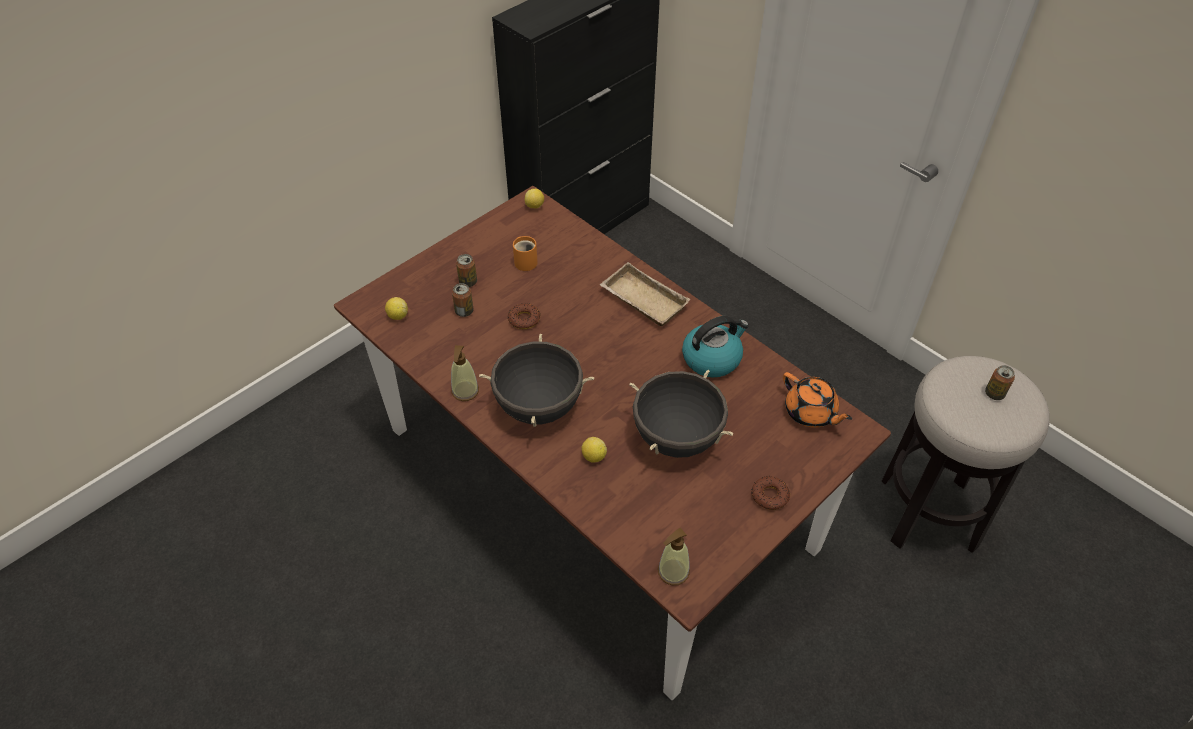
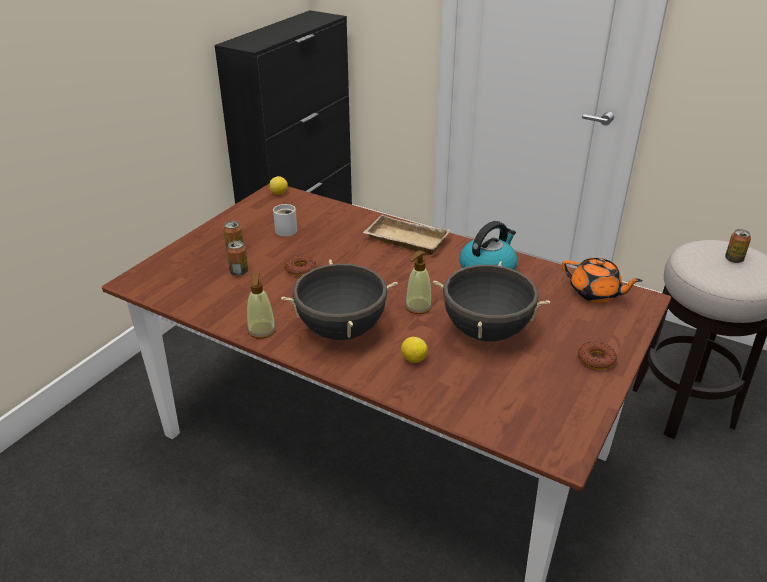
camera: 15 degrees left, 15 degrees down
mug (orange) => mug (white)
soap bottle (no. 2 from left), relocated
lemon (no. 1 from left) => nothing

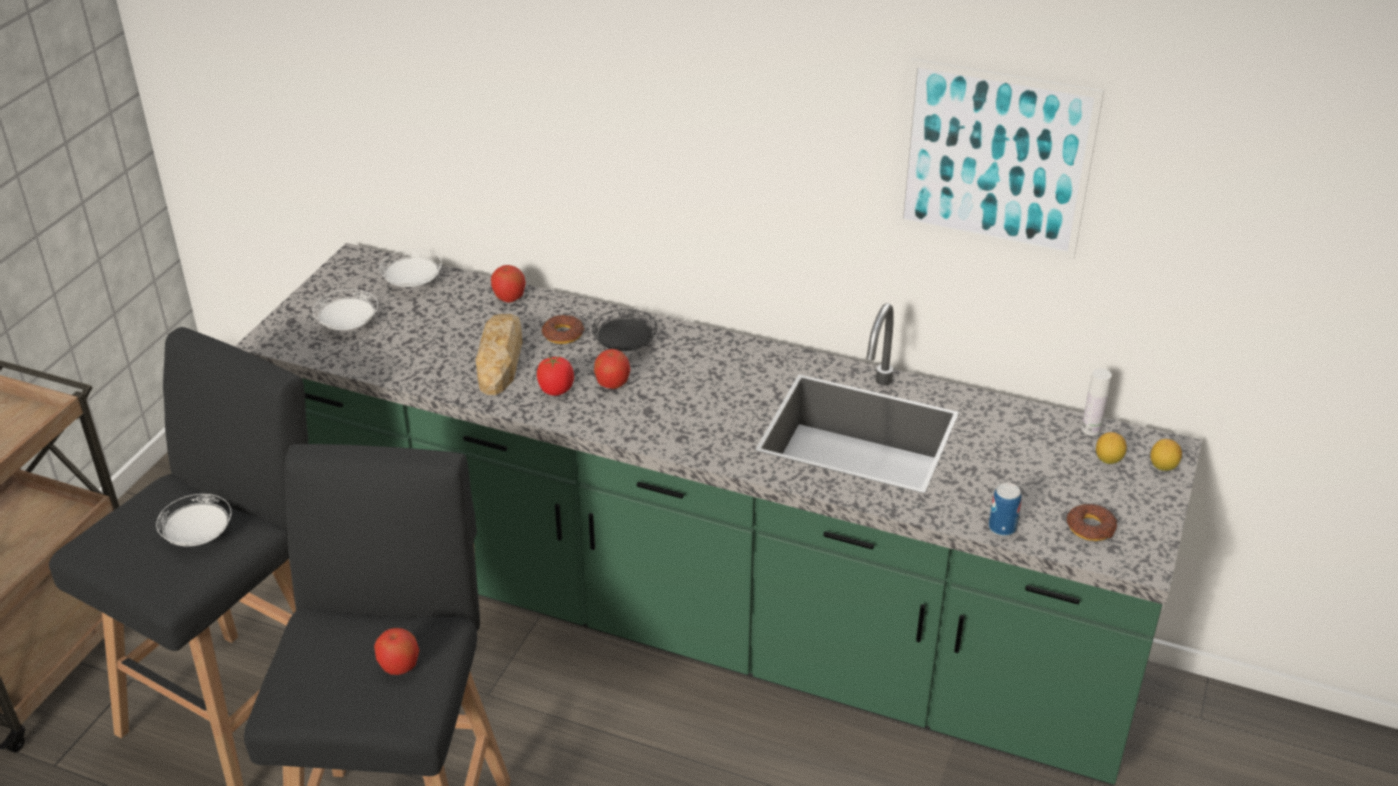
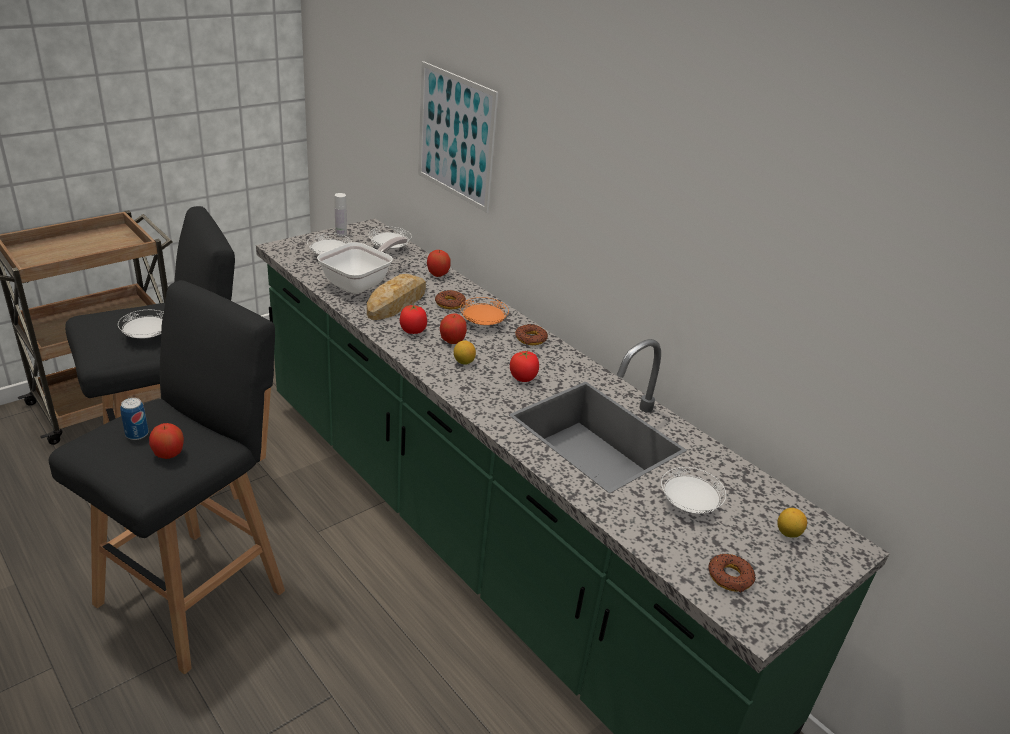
camera: 25 degrees right, 5 degrees down
metal can, relocated
nothing => skillet
drink bottle (white), relocated
picture, relocated
lemon (no. 2 from left in the first image) => lemon (no. 1 from left), relocated
plate (blackish) => plate (orange)
nothing => whole tomato (no. 2 from left)
nothing => doughnut (no. 2 from left)
nothing => plate (white) (no. 4 from left)

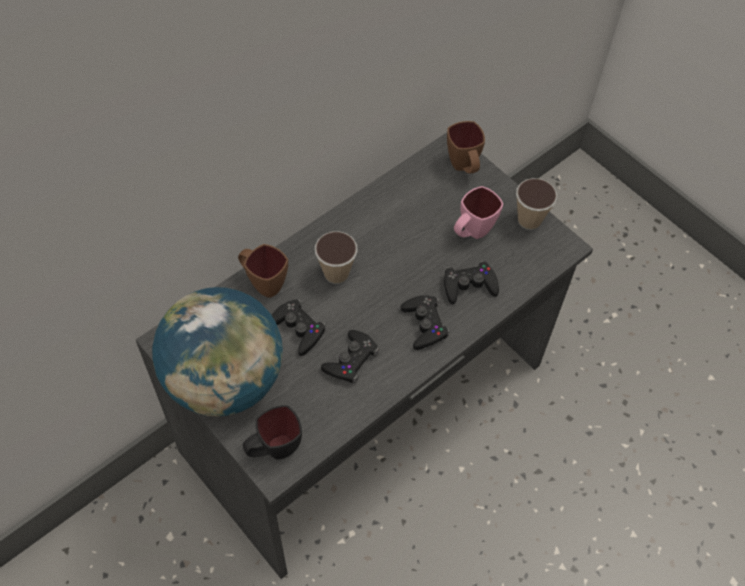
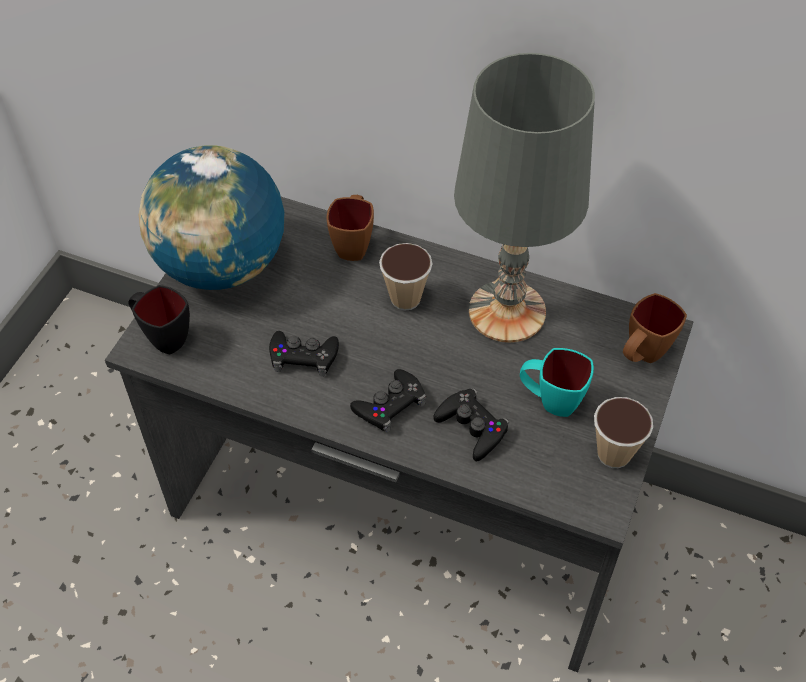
camera: 65 degrees right, 5 degrees down
nothing => table lamp (greyish)
mug (pinkish) => mug (blue-green)
joypad (blackish) (no. 1 from left) => nothing

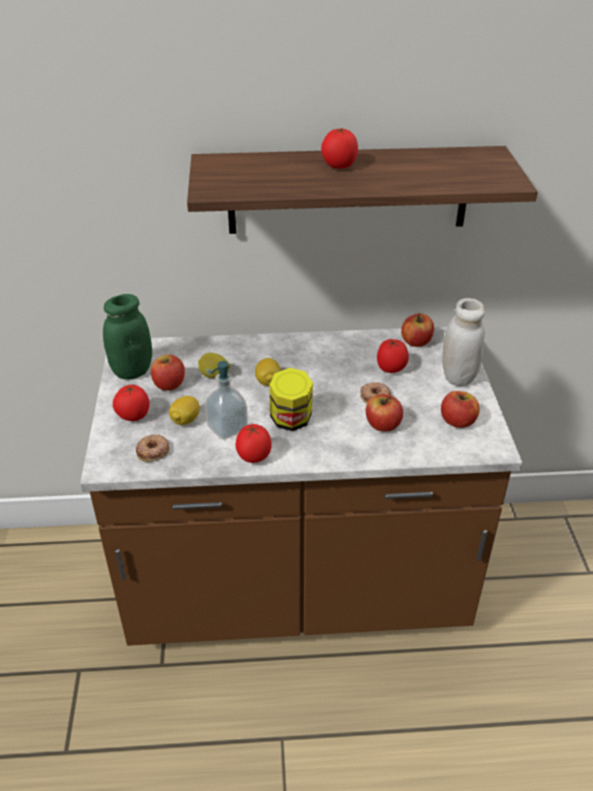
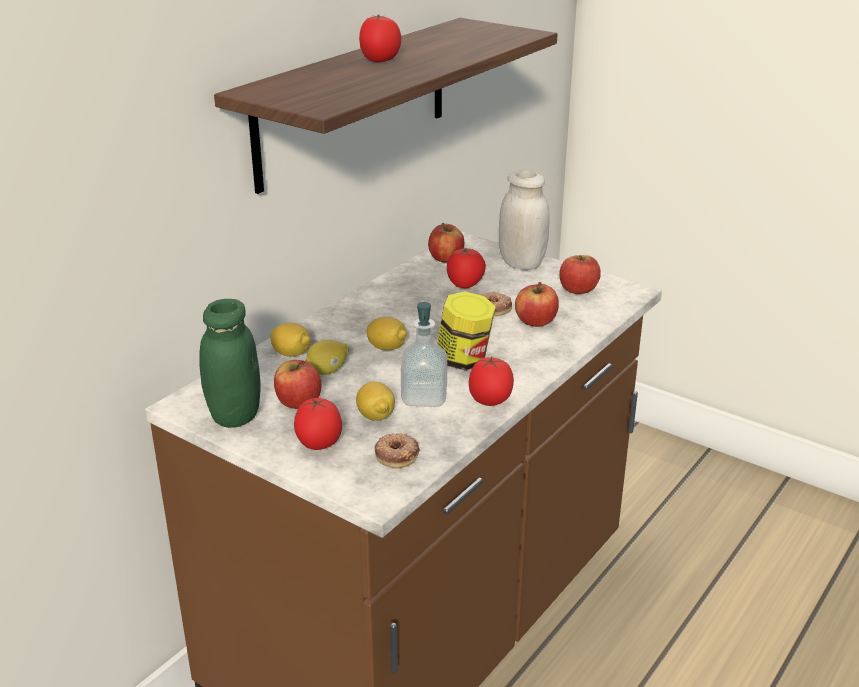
camera: 50 degrees left, 10 degrees down
nothing => lemon (no. 1 from left)

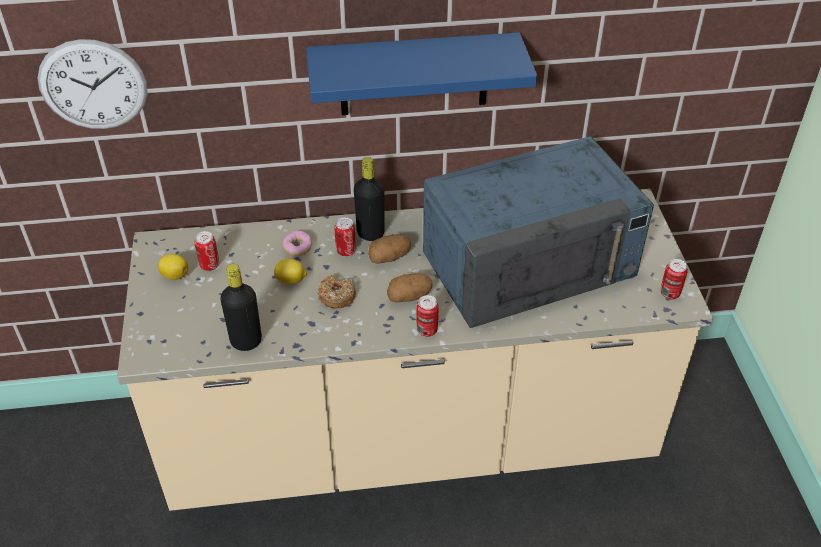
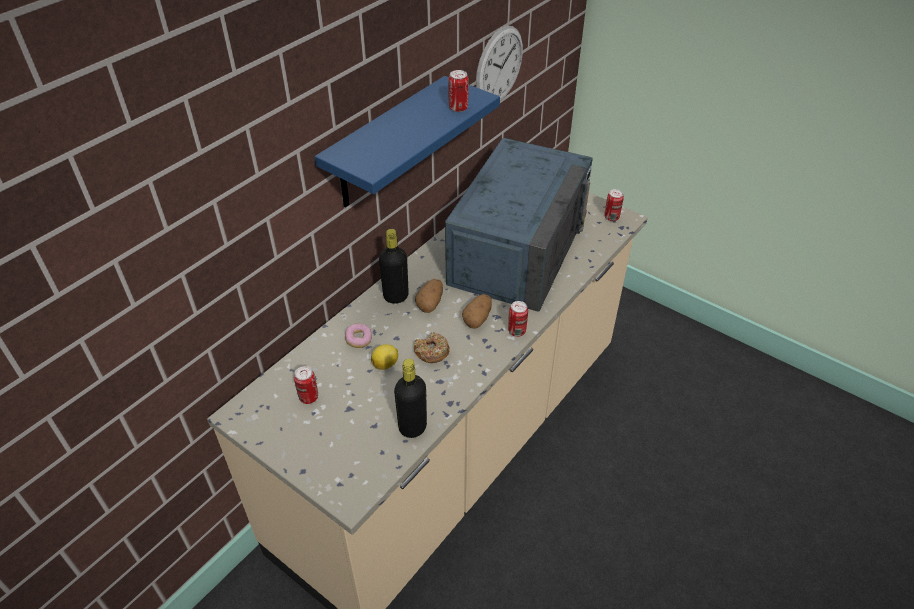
camera: 45 degrees left, 0 degrees up
metal can (no. 2 from left), relocated
wall clock, relocated
lemon (no. 1 from left) => nothing

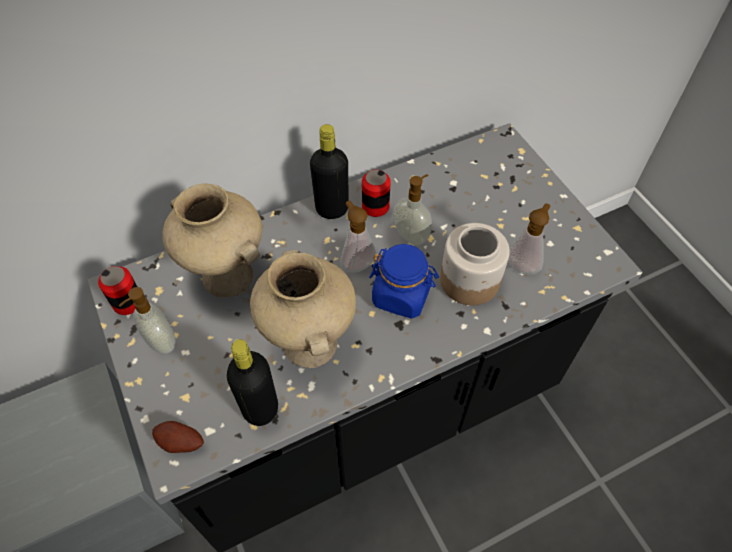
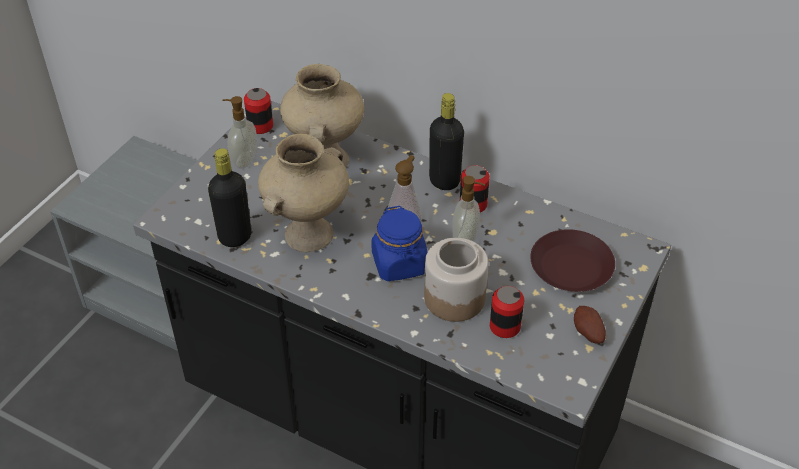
camera: 55 degrees right, 10 degrees down
soap bottle (no. 4 from left) => metal can (no. 3 from left)
nothing => plate (brownish)
spud, relocated

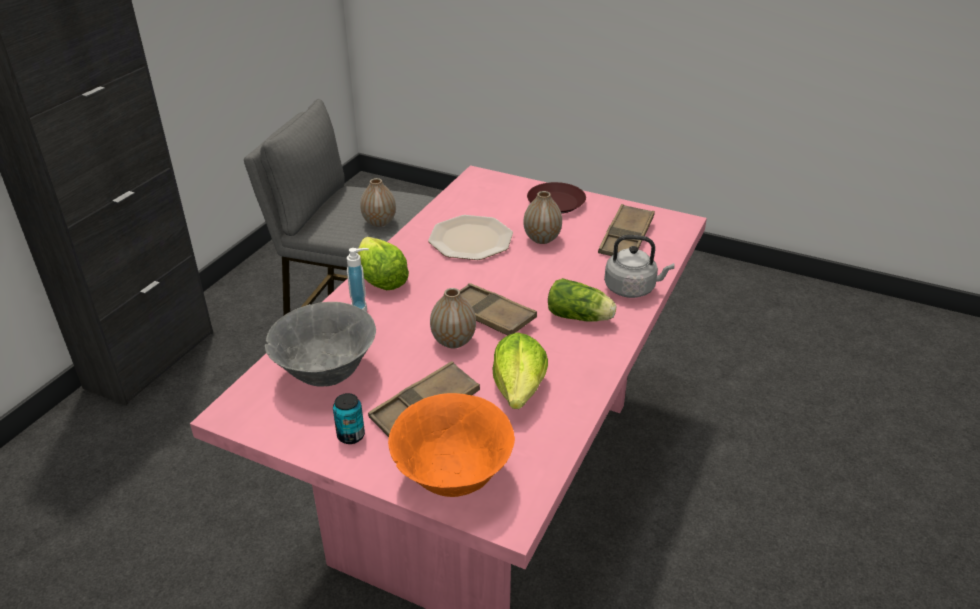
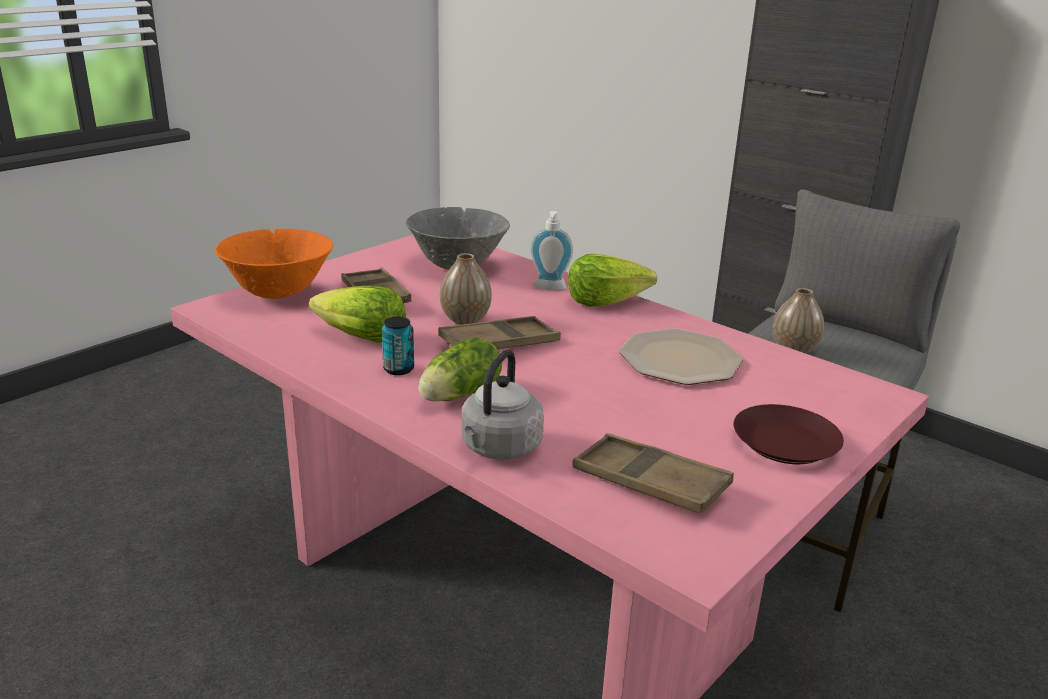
camera: 105 degrees right, 10 degrees down
metal can, relocated
decorative vase (no. 3 from left) => nothing

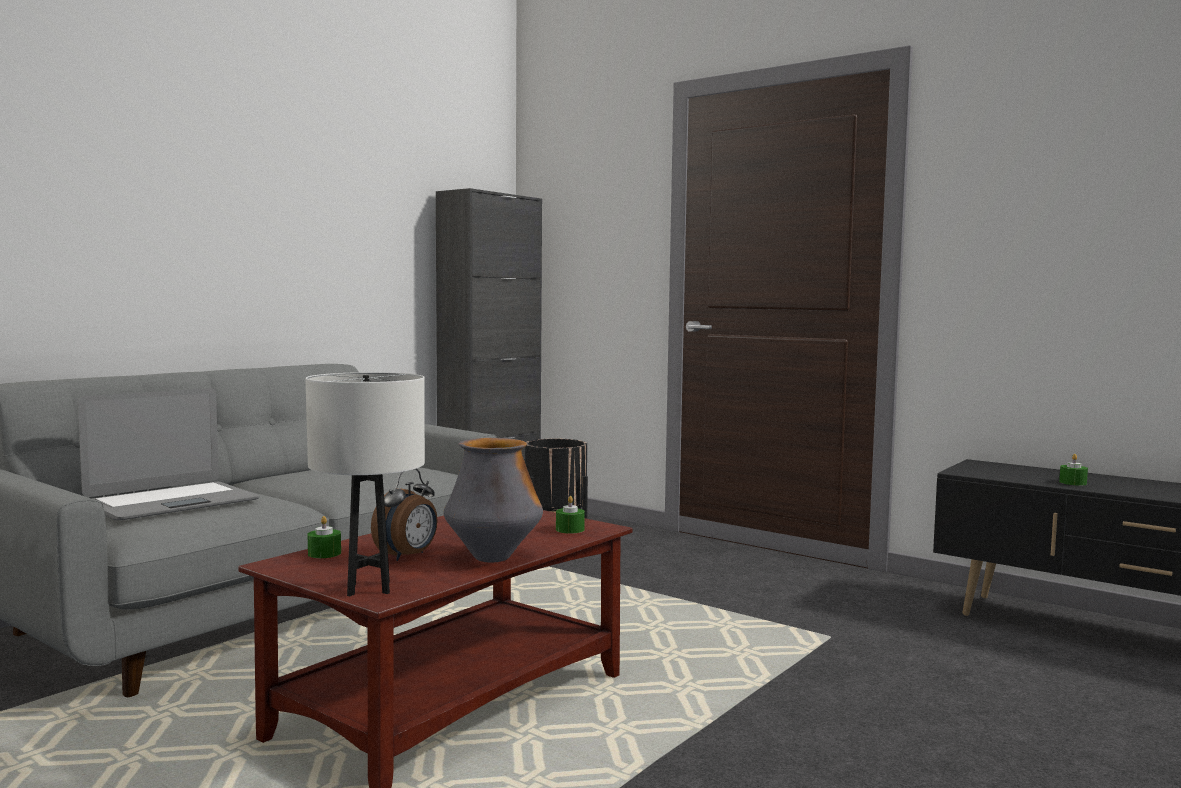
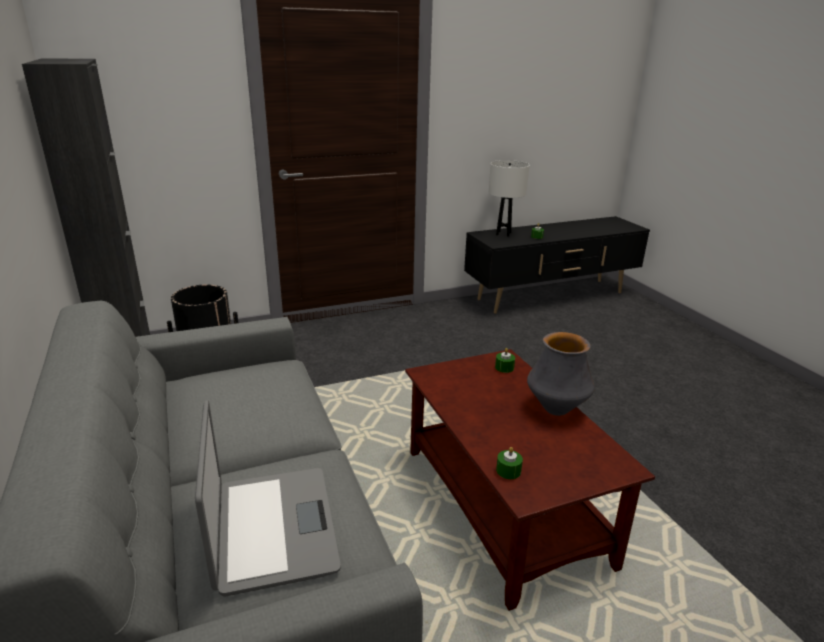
camera: 60 degrees left, 20 degrees up
table lamp (white), relocated
bedside clock => nothing

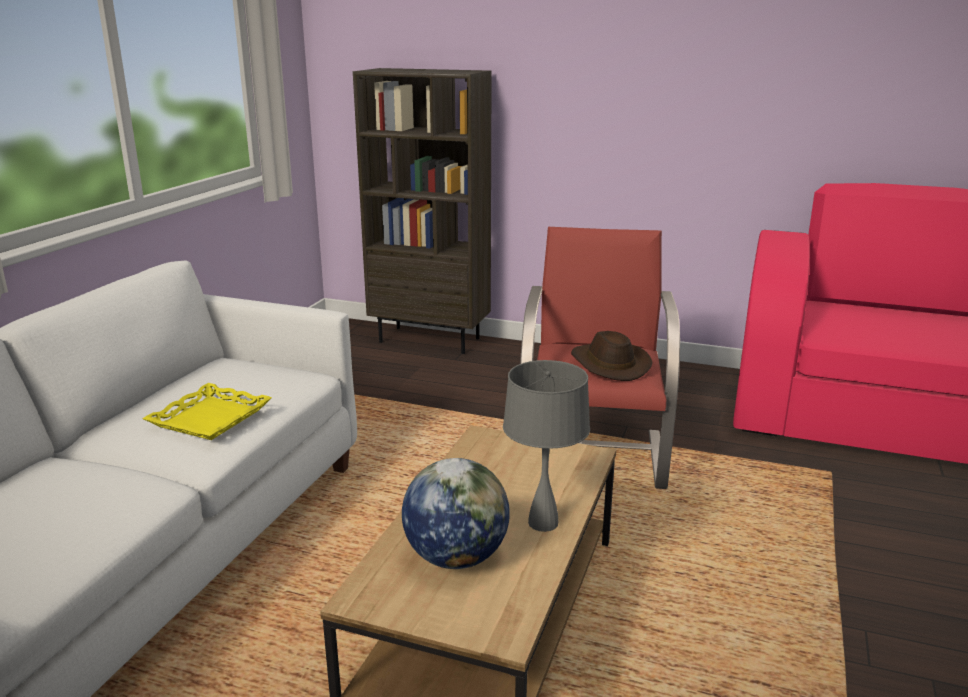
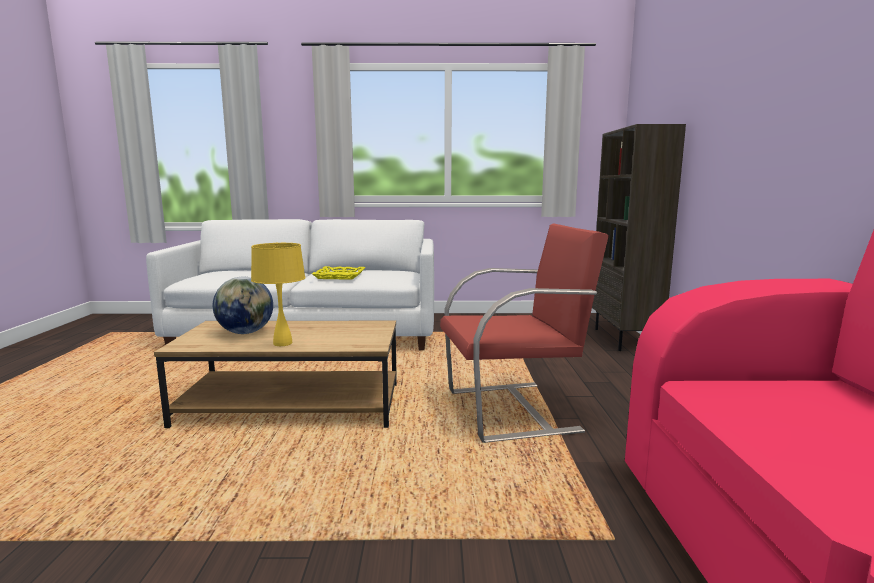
camera: 70 degrees right, 10 degrees down
table lamp (greyish) => table lamp (yellowish)
clothing hat (brownish) => nothing

